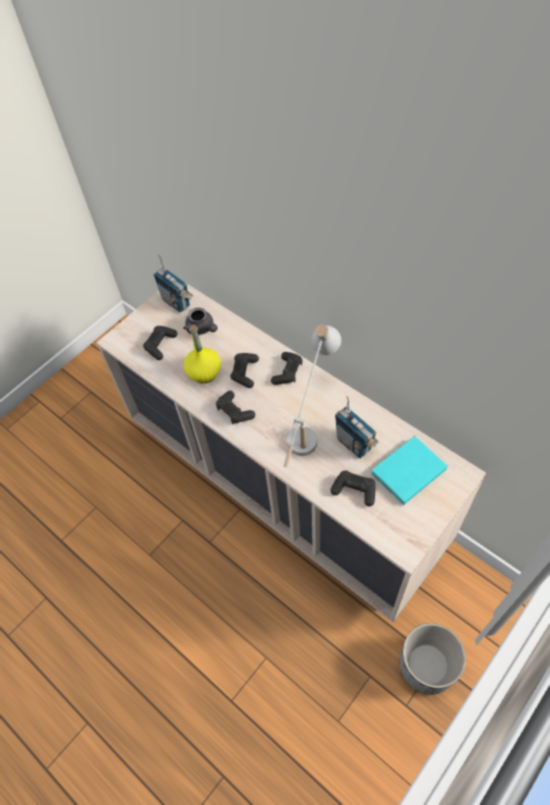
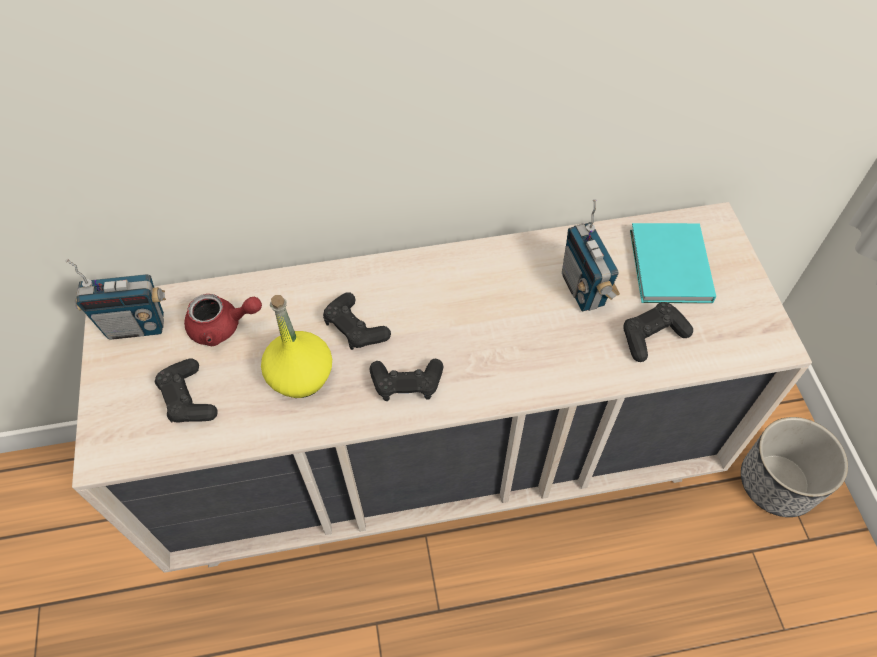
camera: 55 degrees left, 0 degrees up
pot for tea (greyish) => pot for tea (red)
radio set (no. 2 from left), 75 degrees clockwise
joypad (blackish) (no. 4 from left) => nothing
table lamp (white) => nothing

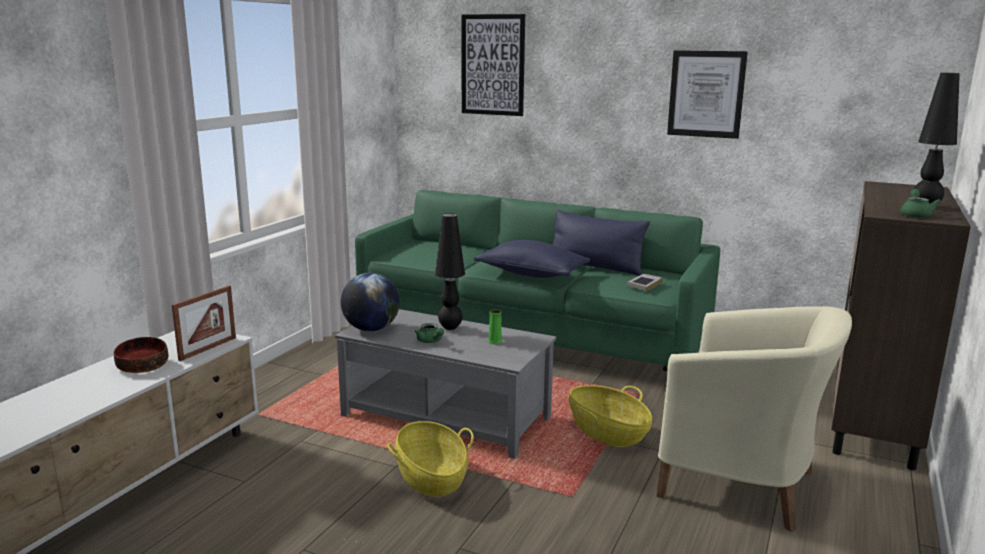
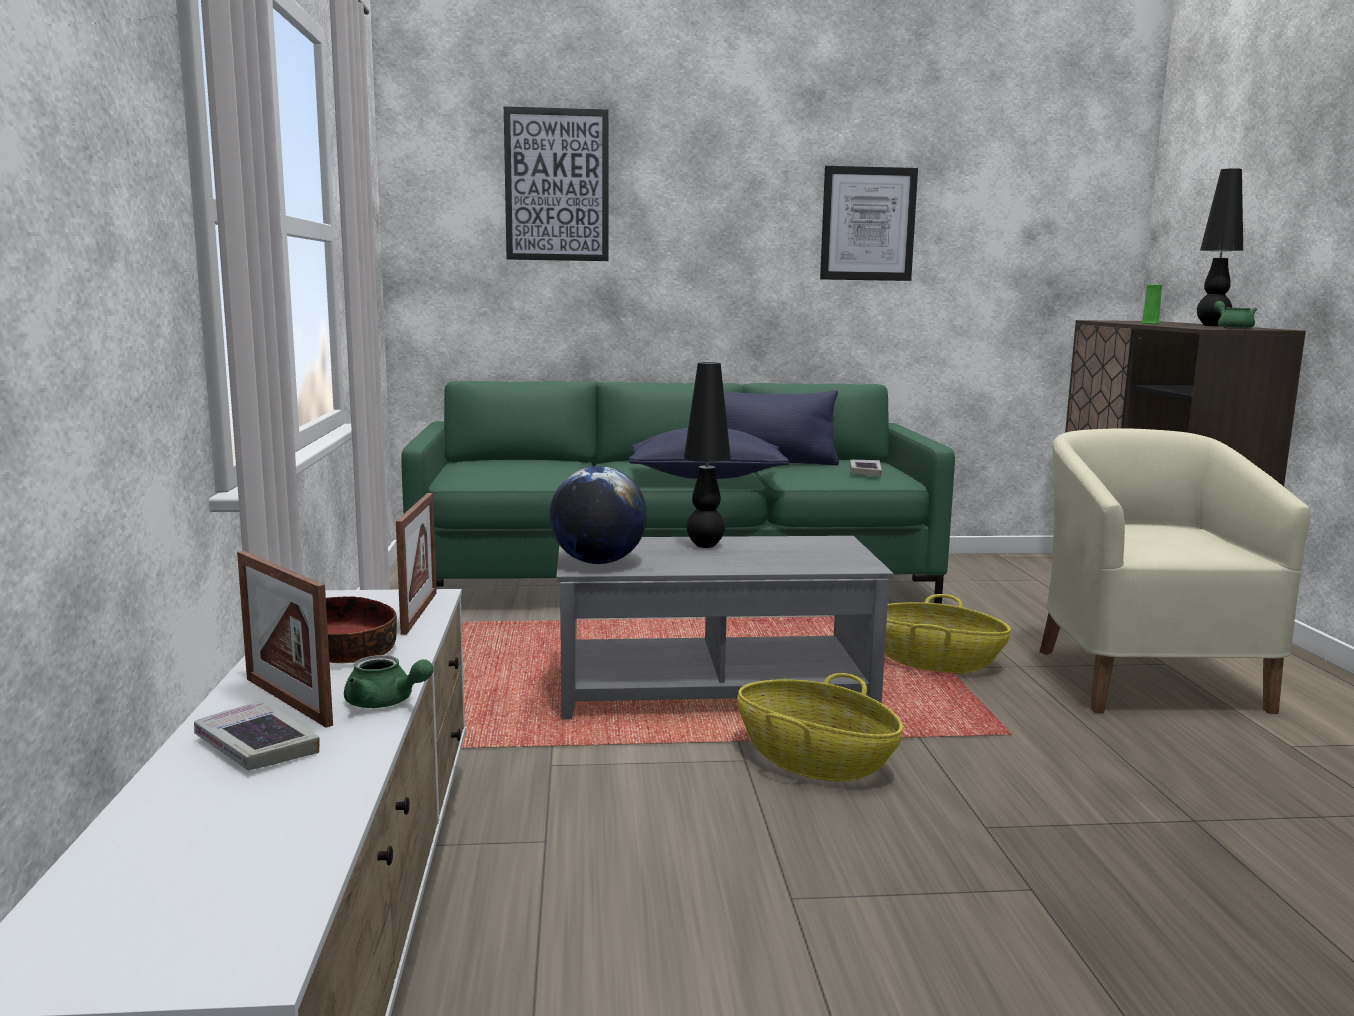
camera: 30 degrees left, 5 degrees down
nothing => book (no. 1 from left)
nothing => picture frame (no. 1 from left)
pot for tea (green-coloured) (no. 1 from left), relocated
armchair (beige-coloured), 90 degrees counterclockwise
decorative vase (green-coloured), relocated

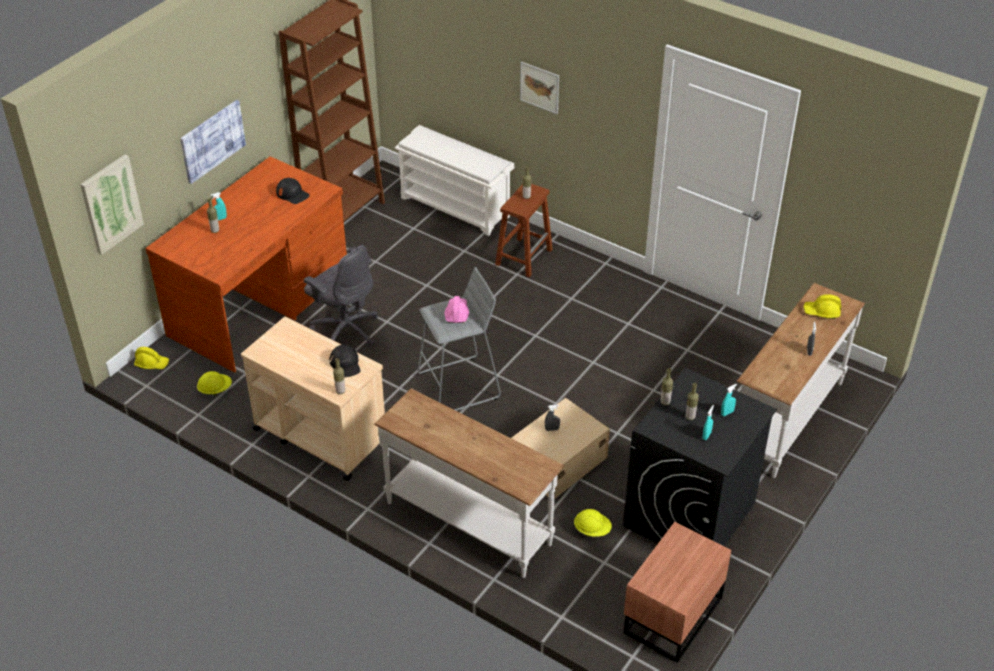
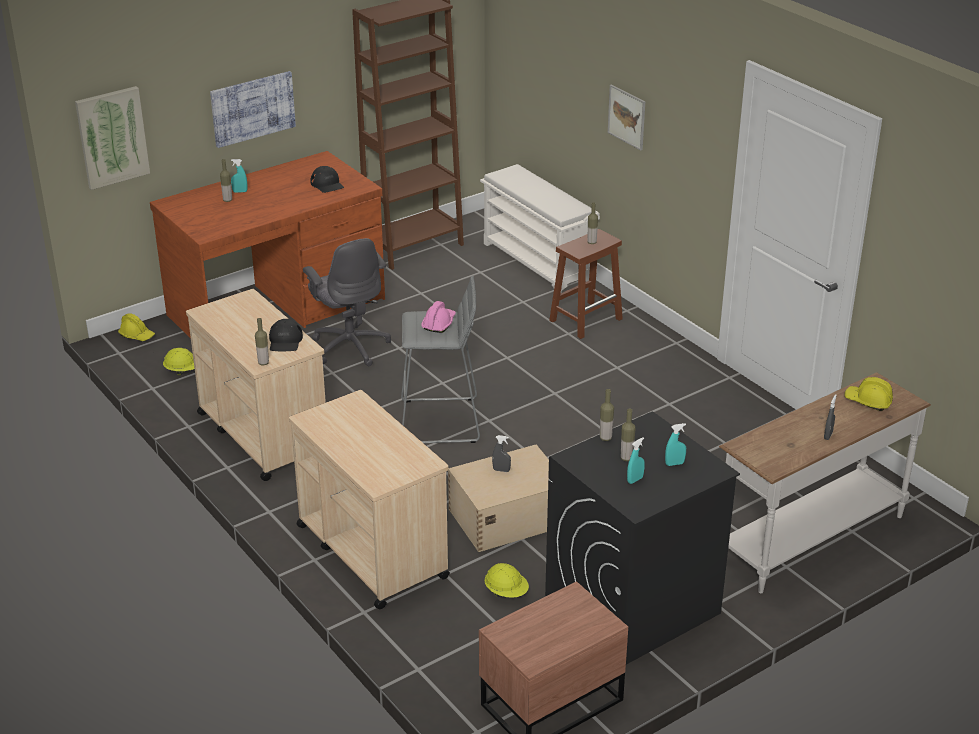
camera: 20 degrees right, 10 degrees down
narrow table (white) (no. 1 from left) => wheeled cart (beige-coloured) (no. 2 from left)

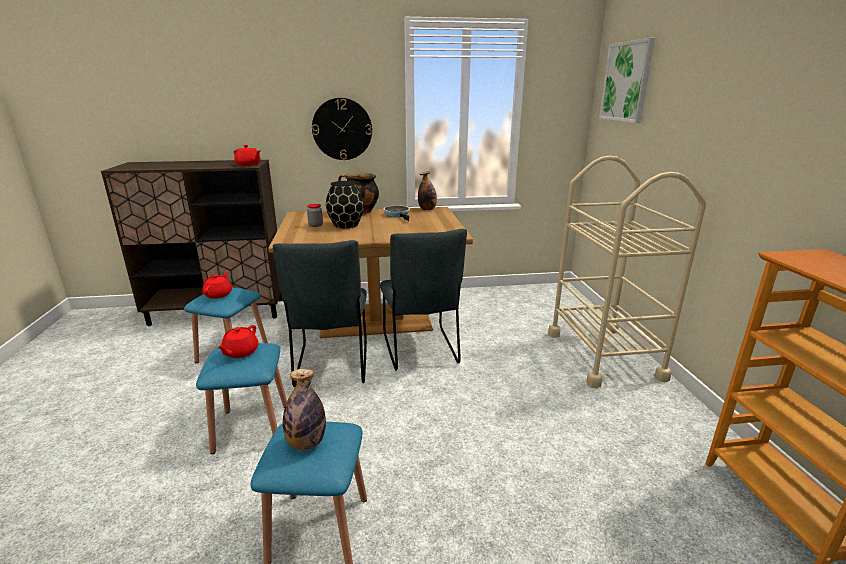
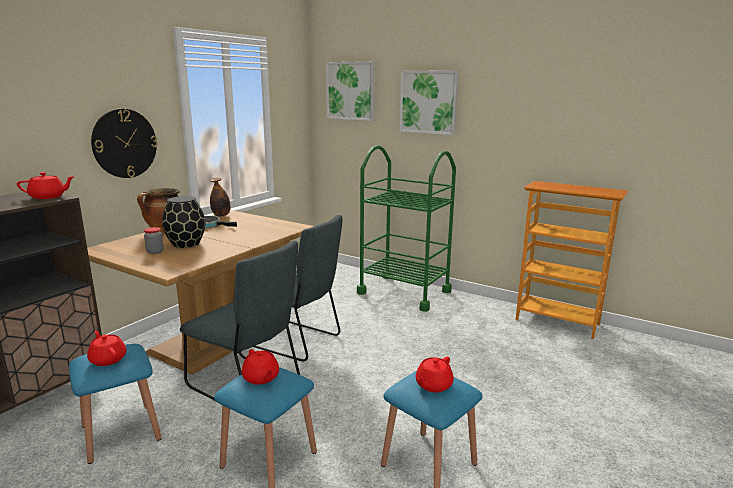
camera: 50 degrees left, 5 degrees down
wheeled cart (beige-coloured) => wheeled cart (green-coloured)
nothing => picture (no. 2 from left)
drink bottle (no. 1 from left) => pot for tea (red) (no. 4 from left)

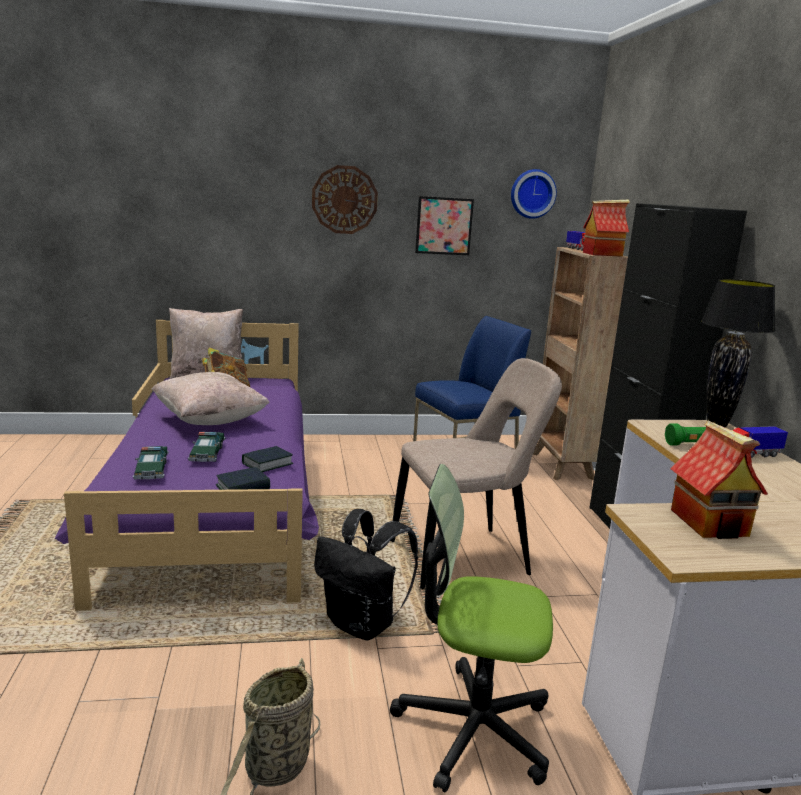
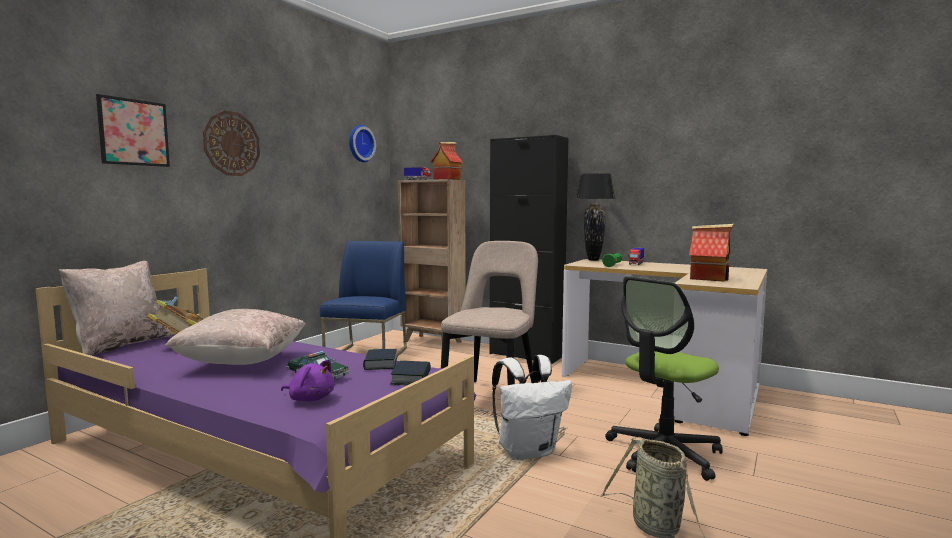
camera: 50 degrees left, 10 degrees down
picture, relocated
toy car (no. 1 from left) => cuddly toy (purple-coloured)
backpack (blackish) => backpack (white)

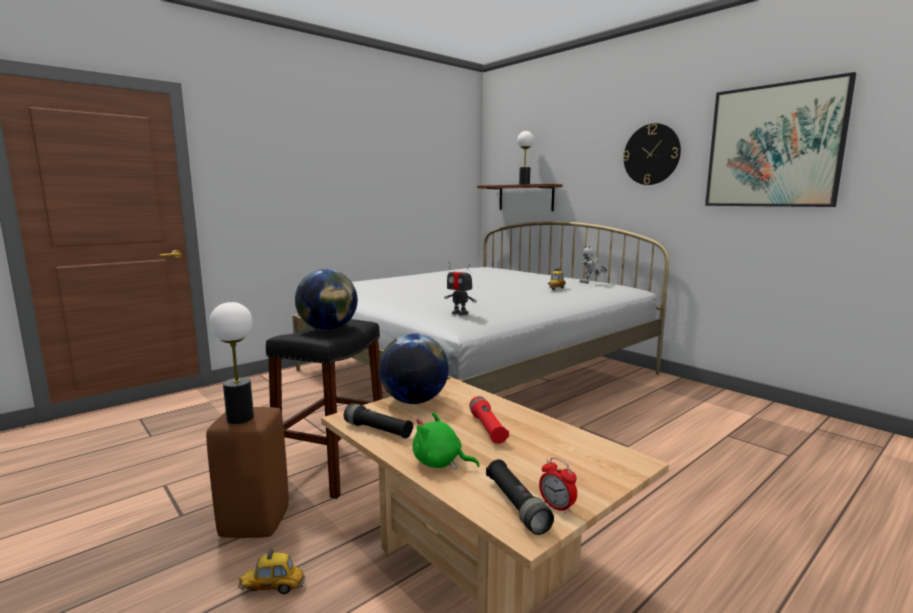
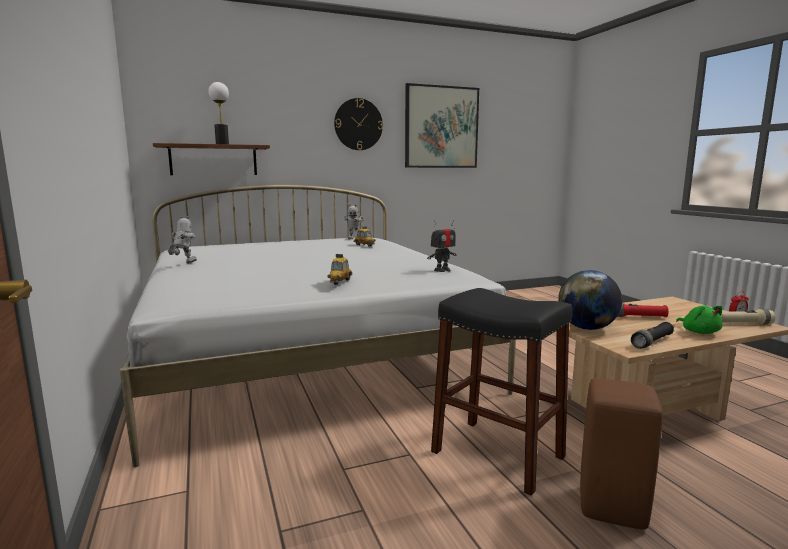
camera: 70 degrees left, 0 degrees up
nothing => model robot (no. 1 from left)
toy car (no. 1 from left), relocated
cuddly toy (green-coloured), 60 degrees counterclockwise
flashlight (blackish) (no. 2 from left) => flashlight (beige-coloured)
table lamp (no. 1 from left) => nothing
world globe (no. 1 from left) => nothing

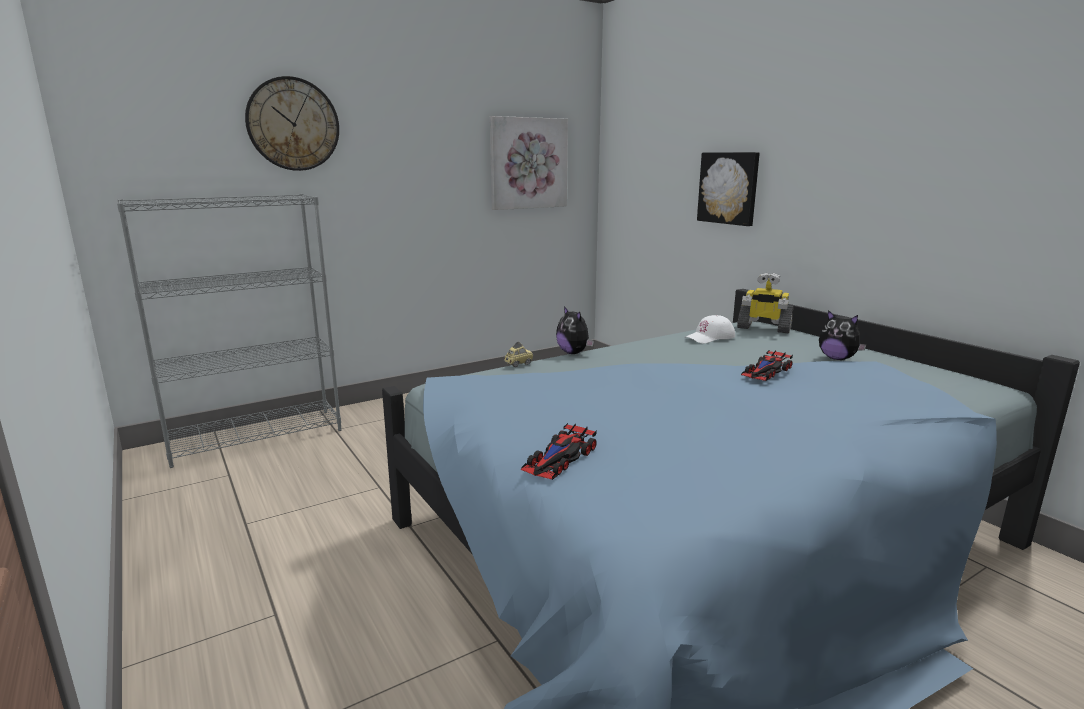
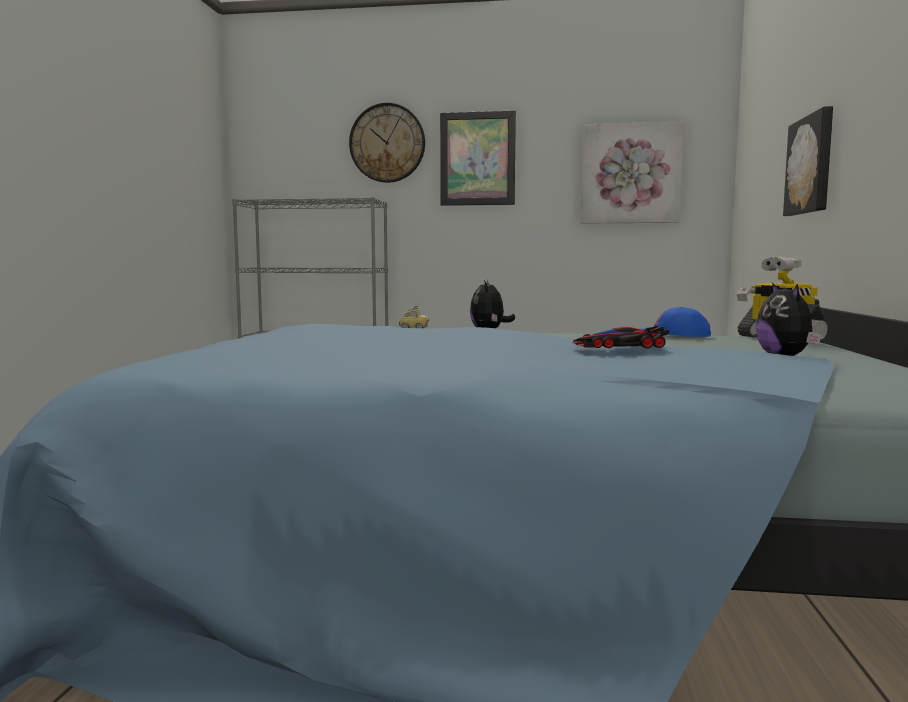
camera: 40 degrees right, 10 degrees down
nothing => picture (no. 1 from left)
peaked cap (white) => peaked cap (blue-coloured)
toy car (no. 2 from left) => nothing

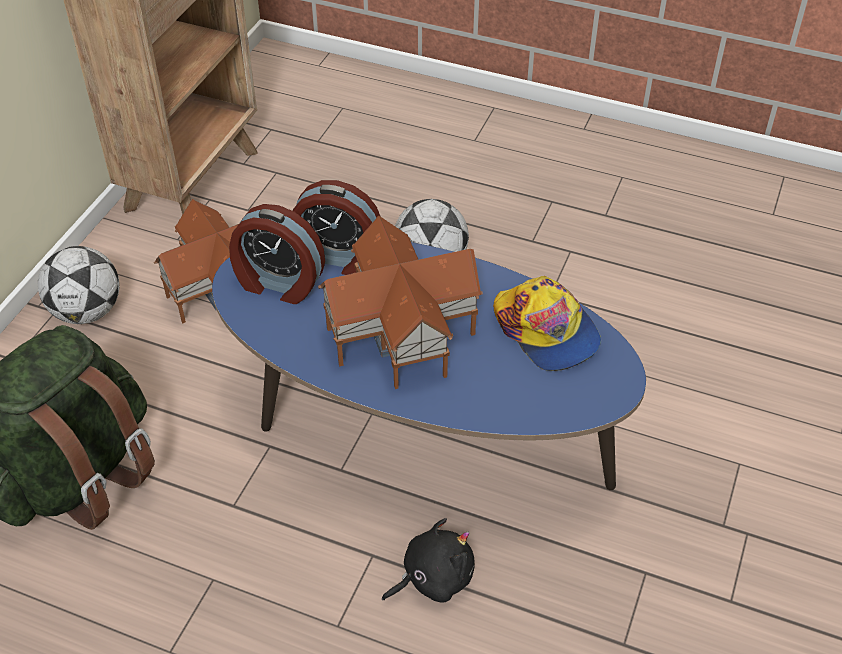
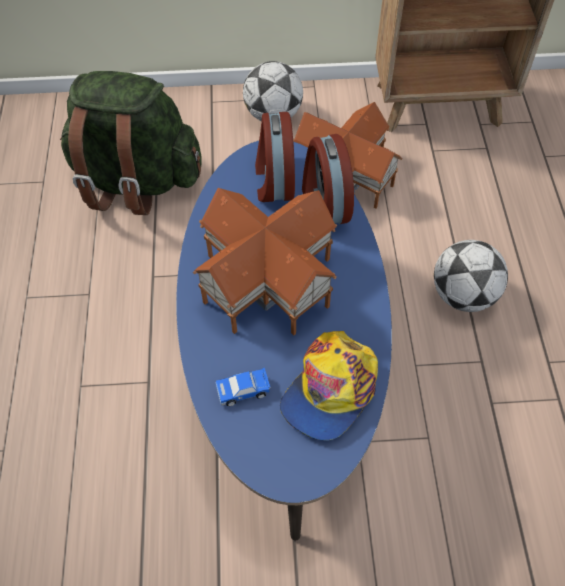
camera: 65 degrees right, 10 degrees up
nothing => toy car
cuddly toy (blackish) => nothing

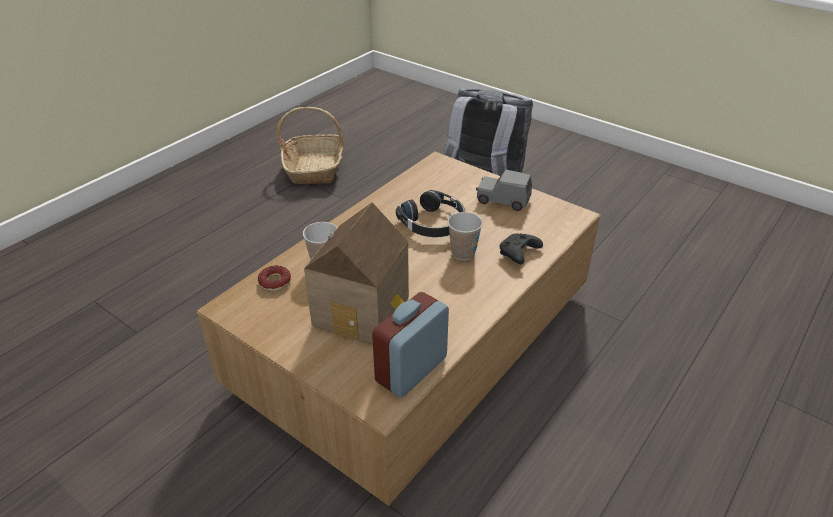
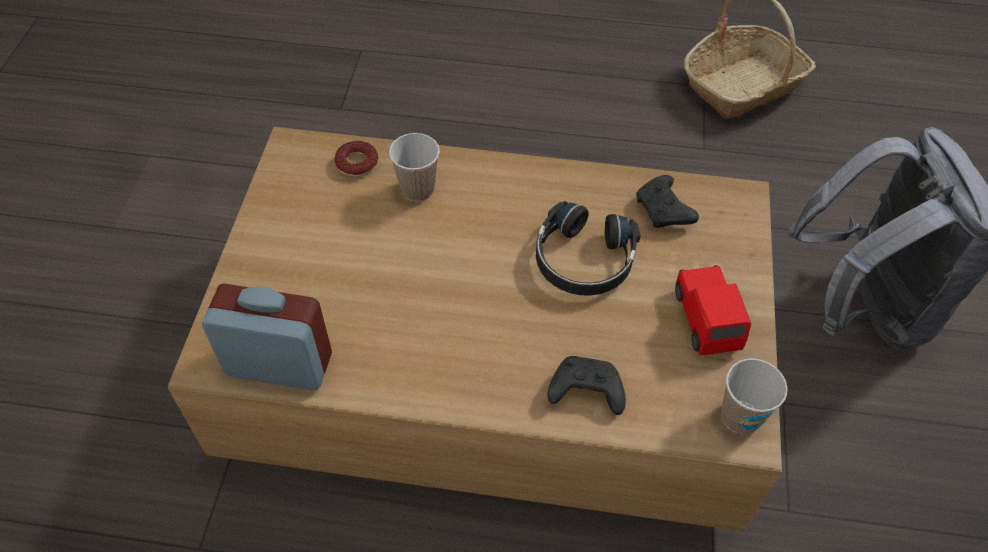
camera: 60 degrees right, 15 degrees up
nothing => joypad (blackish) (no. 2 from left)
toy car (greyish) => toy car (red)
drinking cup (no. 2 from left), relocated
toy house => nothing

